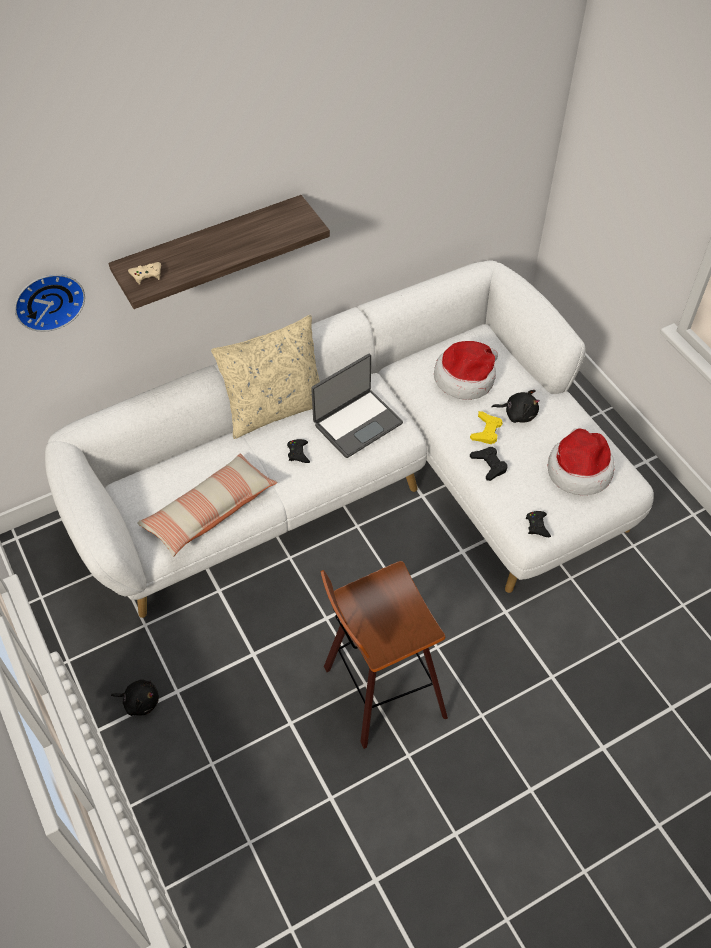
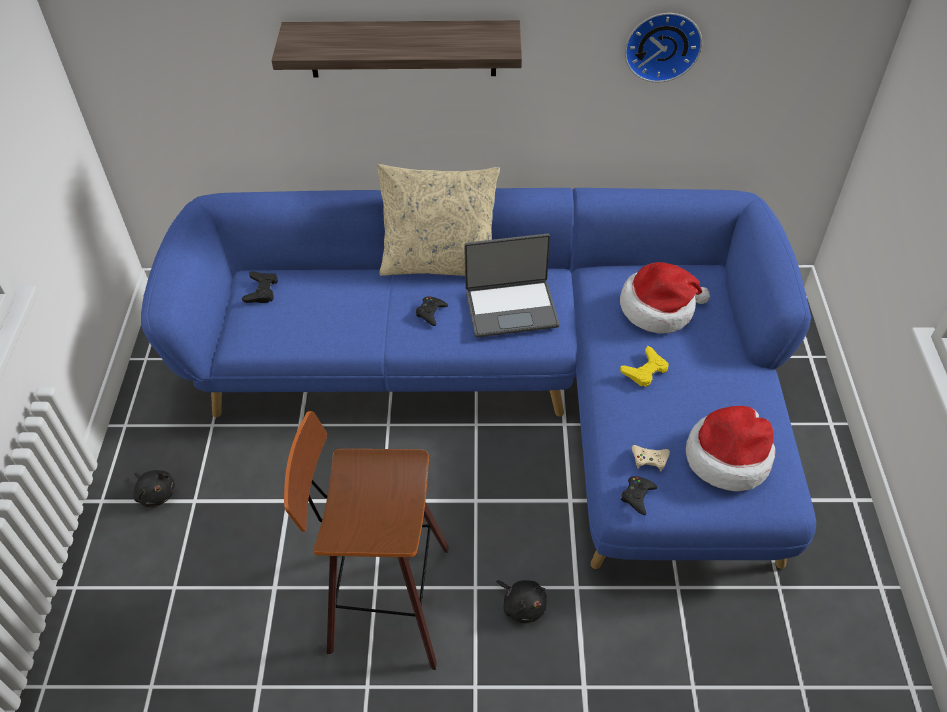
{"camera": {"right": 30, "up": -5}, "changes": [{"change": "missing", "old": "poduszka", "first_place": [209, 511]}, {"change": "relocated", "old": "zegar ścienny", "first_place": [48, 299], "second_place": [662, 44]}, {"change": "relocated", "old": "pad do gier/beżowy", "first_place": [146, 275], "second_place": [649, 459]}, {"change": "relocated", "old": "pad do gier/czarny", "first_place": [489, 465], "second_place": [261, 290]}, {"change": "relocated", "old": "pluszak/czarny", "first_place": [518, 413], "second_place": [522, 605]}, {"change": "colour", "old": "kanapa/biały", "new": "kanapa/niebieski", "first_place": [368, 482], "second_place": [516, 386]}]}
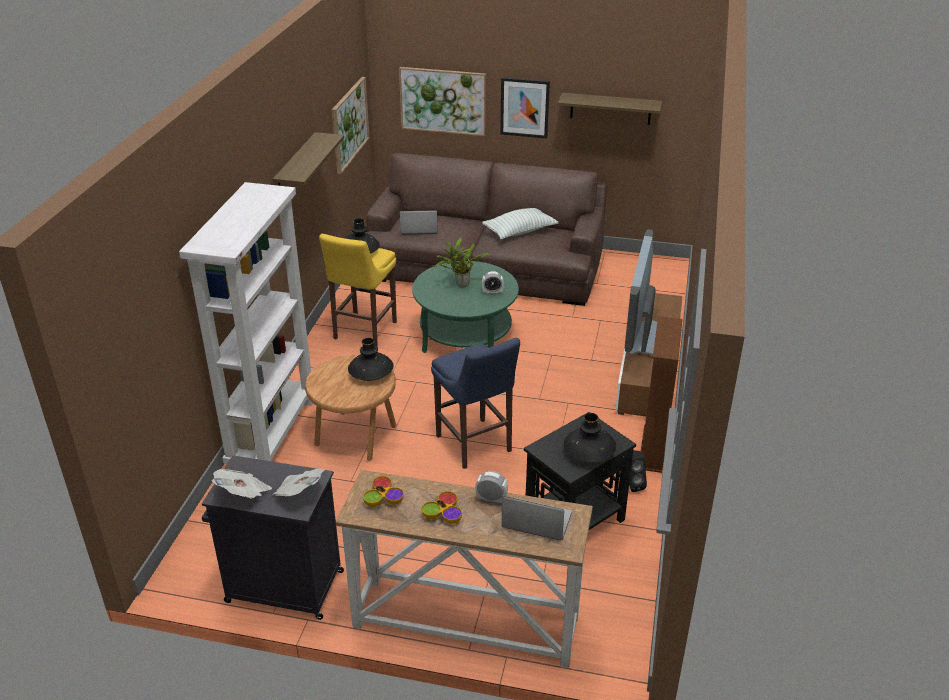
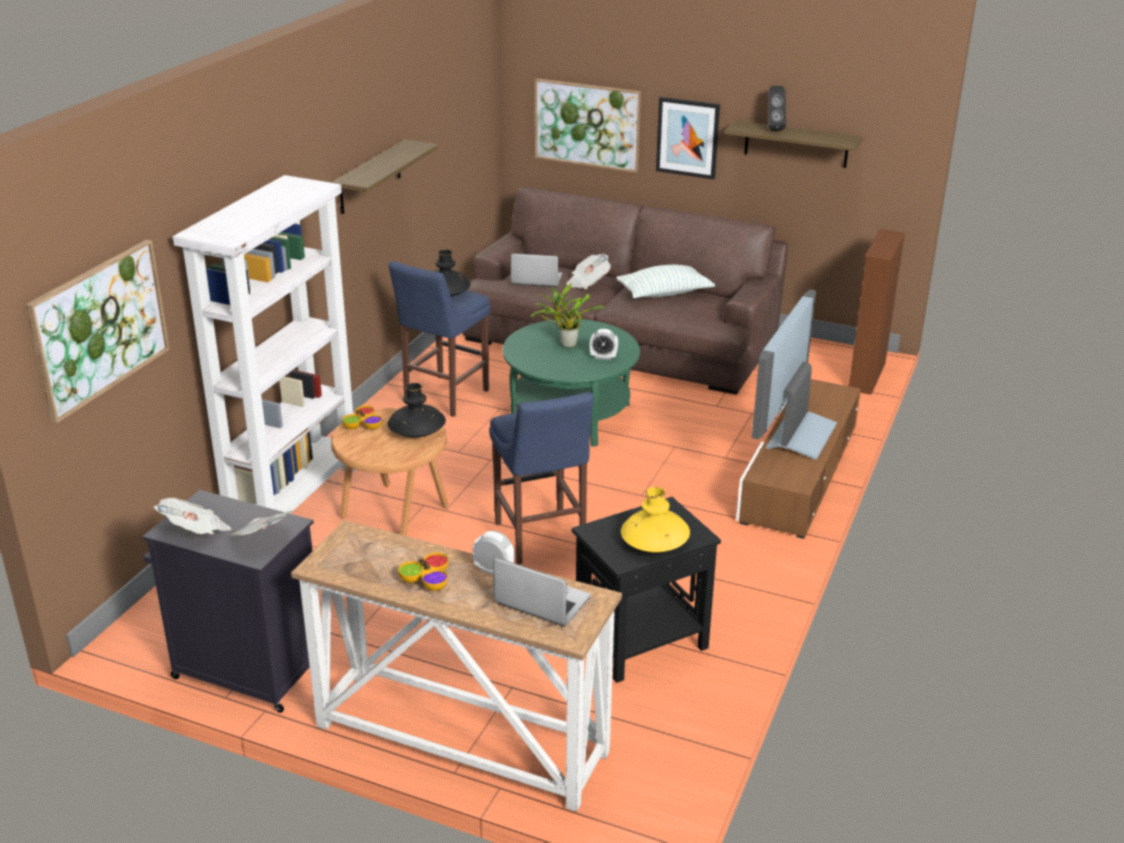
{"camera": {"right": 10, "up": -5}, "changes": [{"change": "appeared", "new": "gazeta", "second_place": [587, 282]}, {"change": "relocated", "old": "obraz", "first_place": [349, 124], "second_place": [99, 327]}, {"change": "relocated", "old": "miska", "first_place": [383, 498], "second_place": [363, 424]}, {"change": "relocated", "old": "głośnik/czarny", "first_place": [632, 484], "second_place": [773, 128]}, {"change": "relocated", "old": "regał/brązowy", "first_place": [653, 448], "second_place": [866, 376]}, {"change": "colour", "old": "stołek/żółty", "new": "stołek/niebieski", "first_place": [363, 332], "second_place": [443, 397]}, {"change": "colour", "old": "wazon/czarny", "new": "wazon/żółty", "first_place": [589, 452], "second_place": [654, 542]}]}
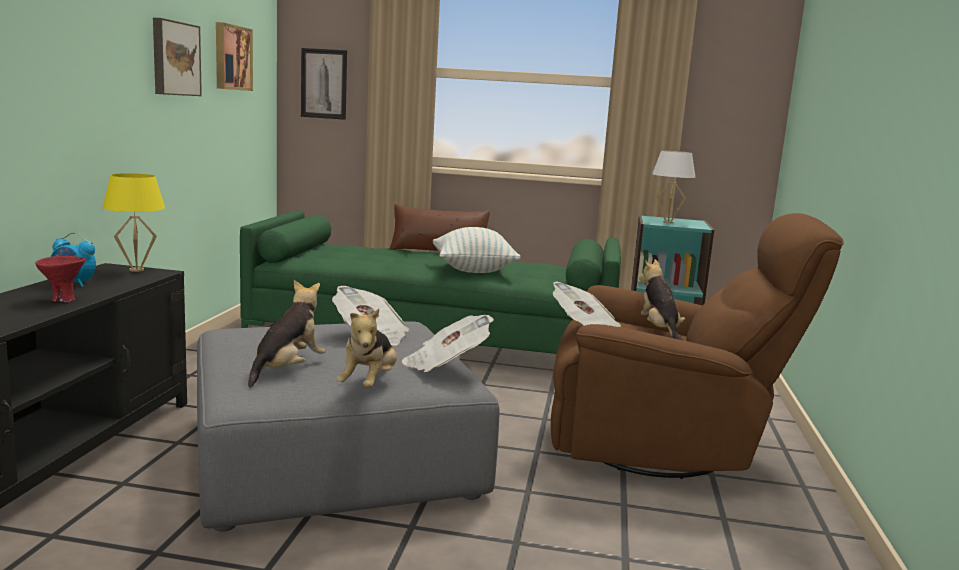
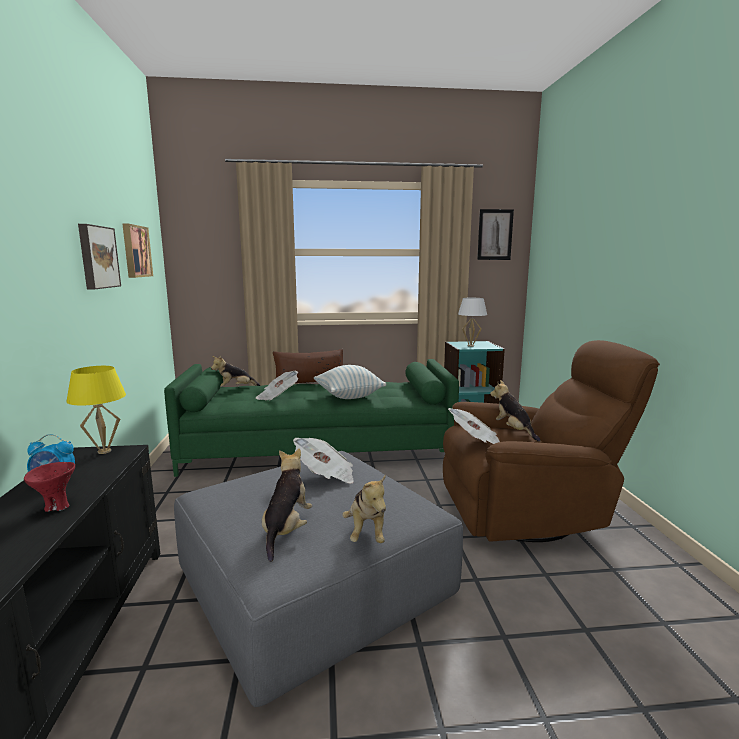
{"camera": {"right": -15, "up": 0}, "changes": [{"change": "appeared", "new": "pluszak", "second_place": [235, 389]}, {"change": "relocated", "old": "obraz", "first_place": [324, 84], "second_place": [495, 234]}, {"change": "relocated", "old": "gazeta", "first_place": [446, 365], "second_place": [277, 397]}]}
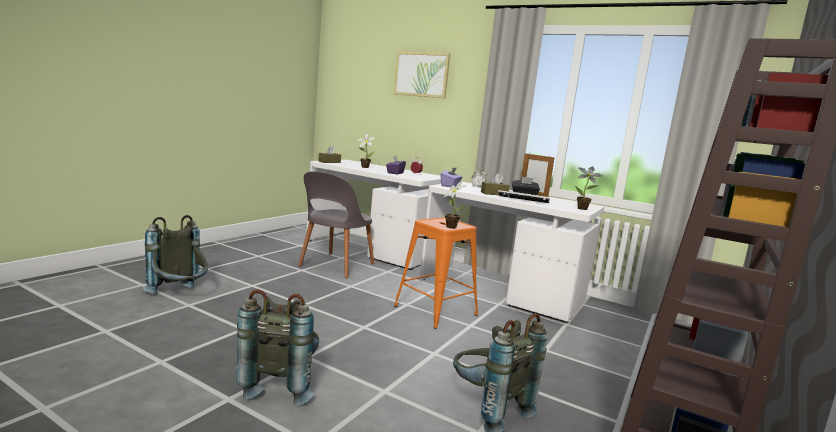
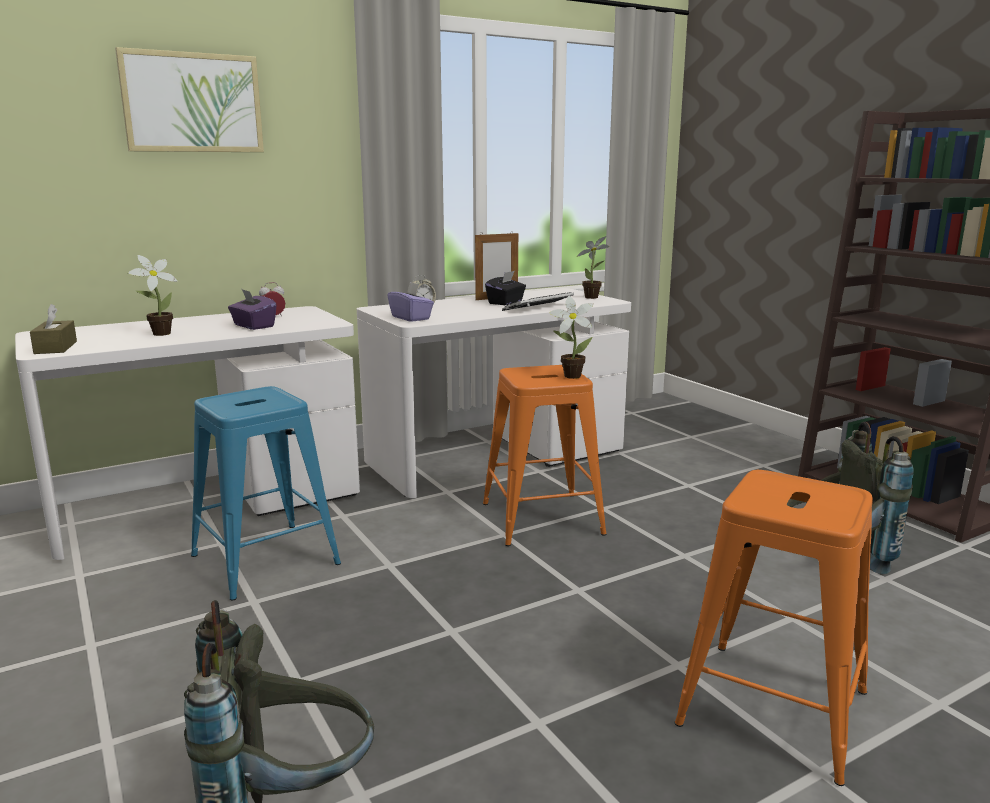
{"camera": {"right": -60, "up": 5}, "changes": [{"change": "missing", "old": "pudełko chusteczek/brązowy", "first_place": [494, 194]}, {"change": "exchanged", "old": "plecak/szary", "new": "stołek/pomarańczowy", "first_place": [280, 384], "second_place": [772, 707]}, {"change": "exchanged", "old": "krzesło/szary", "new": "stołek/niebieski", "first_place": [335, 266], "second_place": [265, 559]}]}
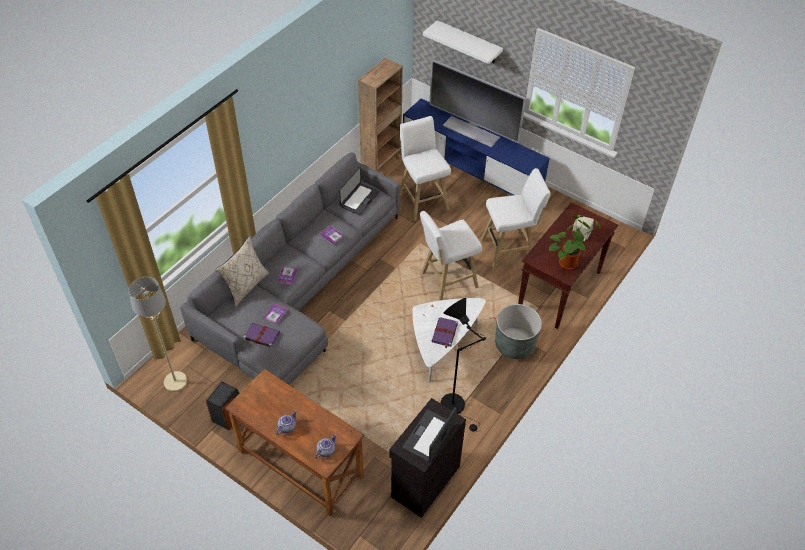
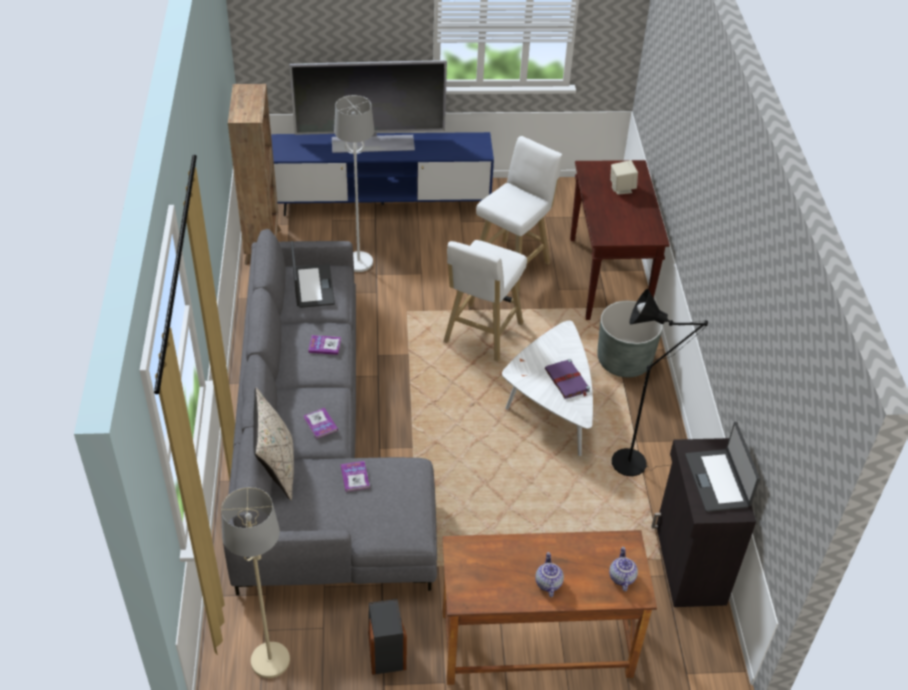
{"camera": {"right": -40, "up": -5}, "changes": [{"change": "missing", "old": "książka/fioletowy", "first_place": [261, 335]}, {"change": "missing", "old": "półka/biały", "first_place": [469, 43]}, {"change": "missing", "old": "roślina doniczkowa", "first_place": [568, 261]}, {"change": "exchanged", "old": "stołek/biały", "new": "lampa stojąca/biały", "first_place": [422, 200], "second_place": [358, 262]}]}
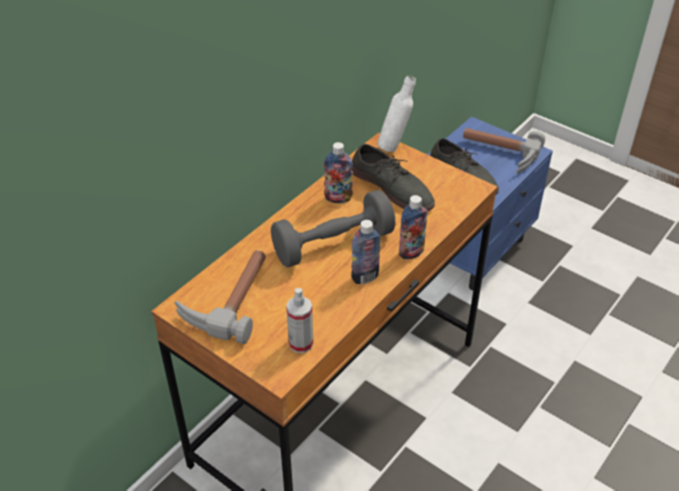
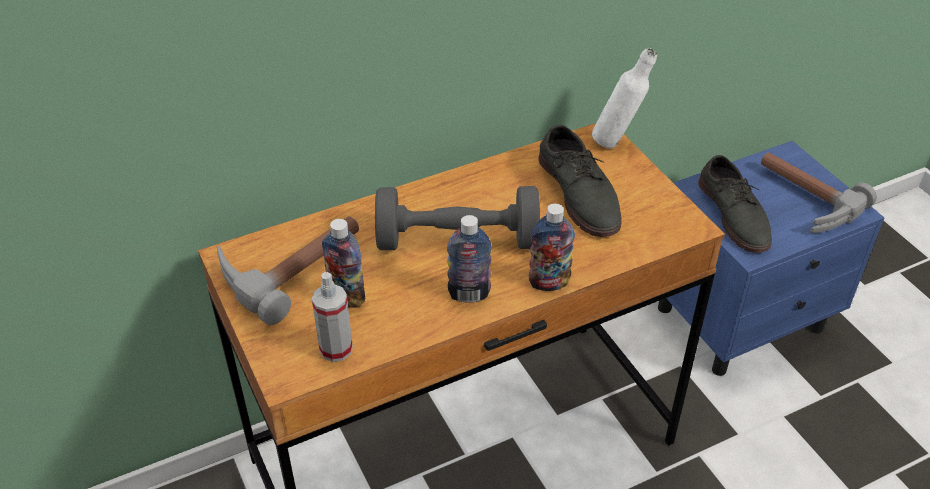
{"camera": {"right": 25, "up": 0}, "changes": [{"change": "relocated", "old": "butelka", "first_place": [338, 198], "second_place": [347, 298]}]}
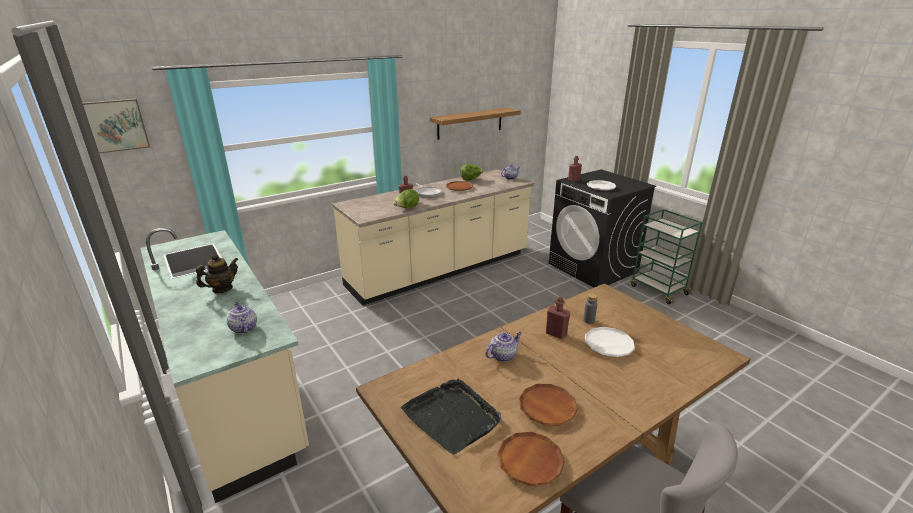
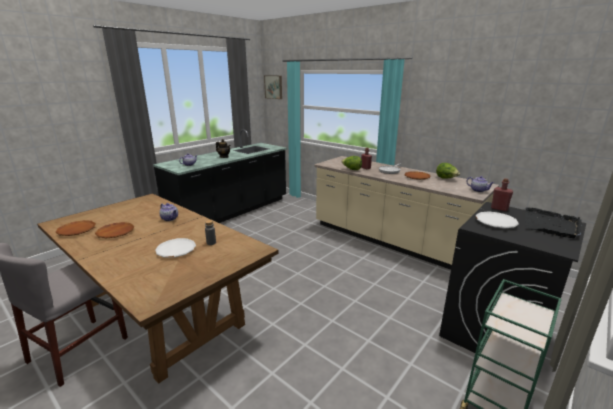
{"camera": {"right": 75, "up": -5}, "changes": [{"change": "missing", "old": "półka", "first_place": [470, 123]}, {"change": "missing", "old": "butelka/czerwony", "first_place": [556, 334]}, {"change": "relocated", "old": "taca/czarny", "first_place": [452, 417], "second_place": [550, 225]}, {"change": "colour", "old": "zabudowa kuchenna/beżowy", "new": "zabudowa kuchenna/czarny", "first_place": [233, 390], "second_place": [231, 212]}]}
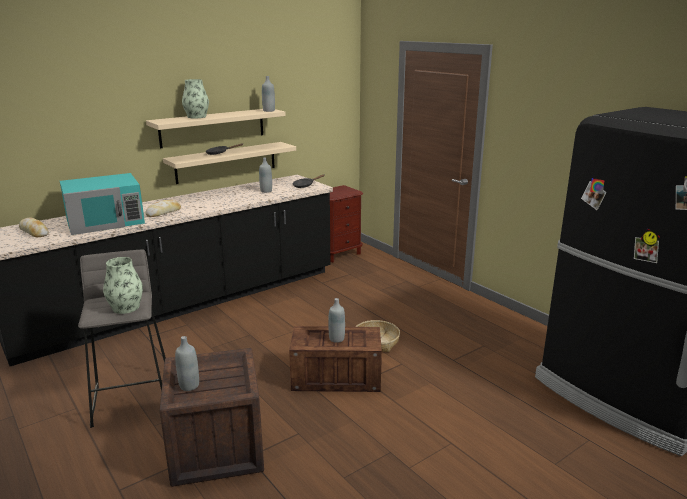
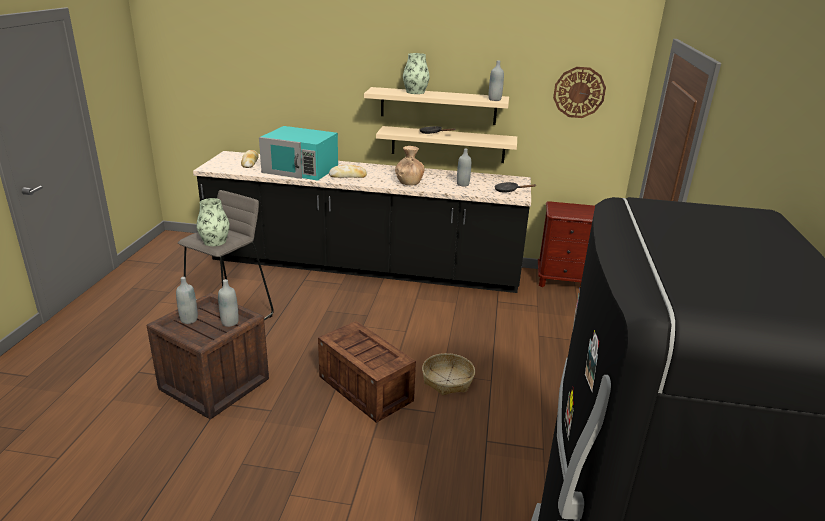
{"camera": {"right": 45, "up": 5}, "changes": [{"change": "appeared", "new": "wazon/brązowy", "second_place": [409, 183]}, {"change": "appeared", "new": "zegar ścienny", "second_place": [579, 92]}, {"change": "relocated", "old": "butelka/szary", "first_place": [336, 339], "second_place": [230, 322]}]}
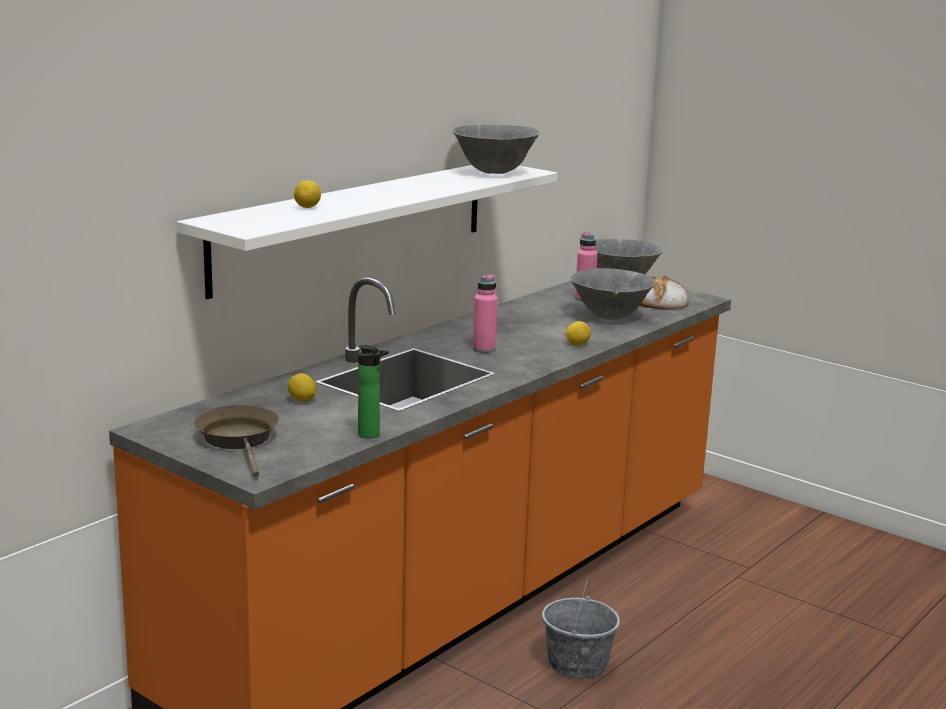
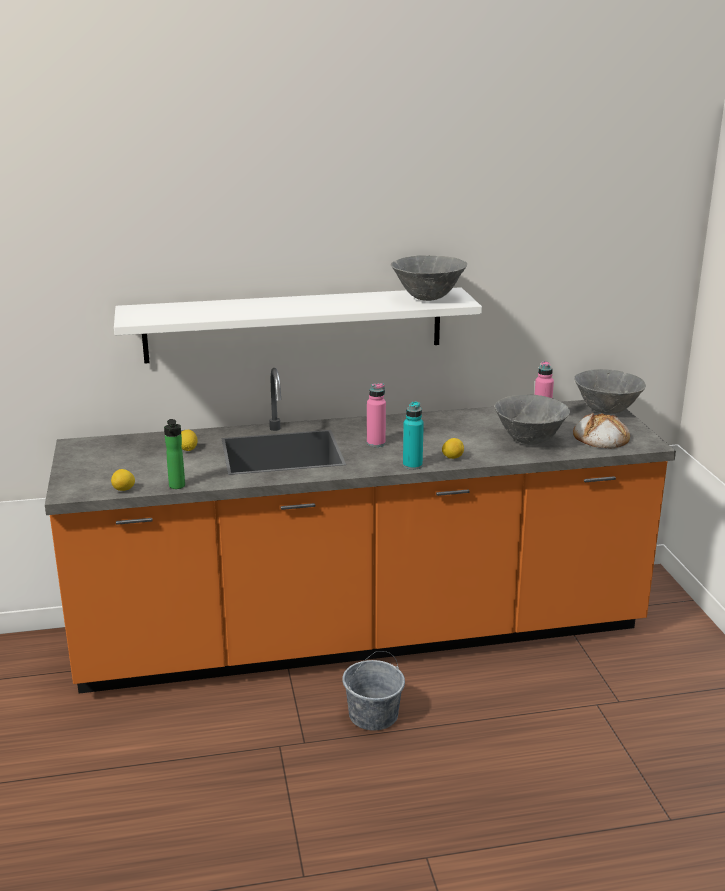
{"camera": {"right": 40, "up": 5}, "changes": [{"change": "missing", "old": "patelnia/brązowy", "first_place": [239, 440]}, {"change": "appeared", "new": "butelka/turkusowy", "second_place": [412, 465]}, {"change": "relocated", "old": "cytryna", "first_place": [307, 207], "second_place": [124, 490]}]}
